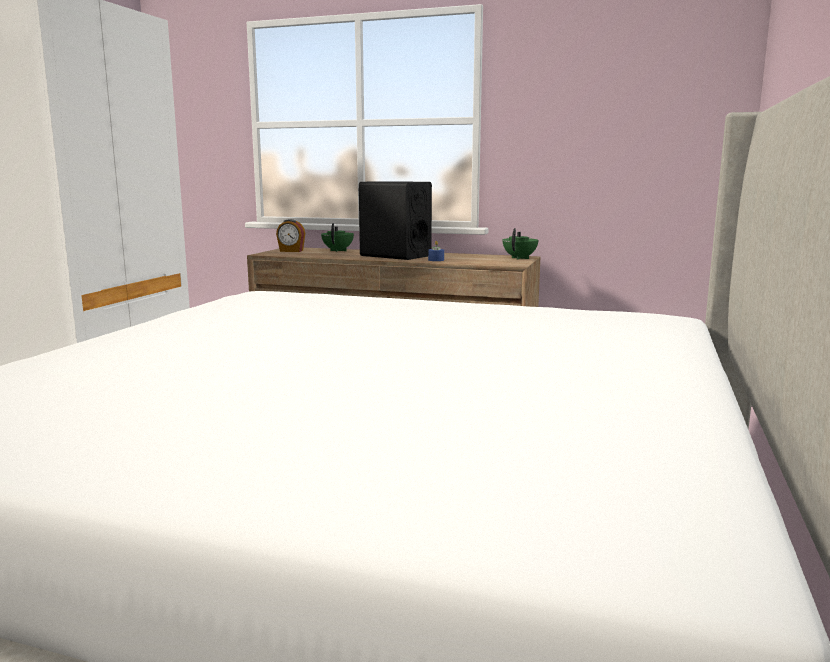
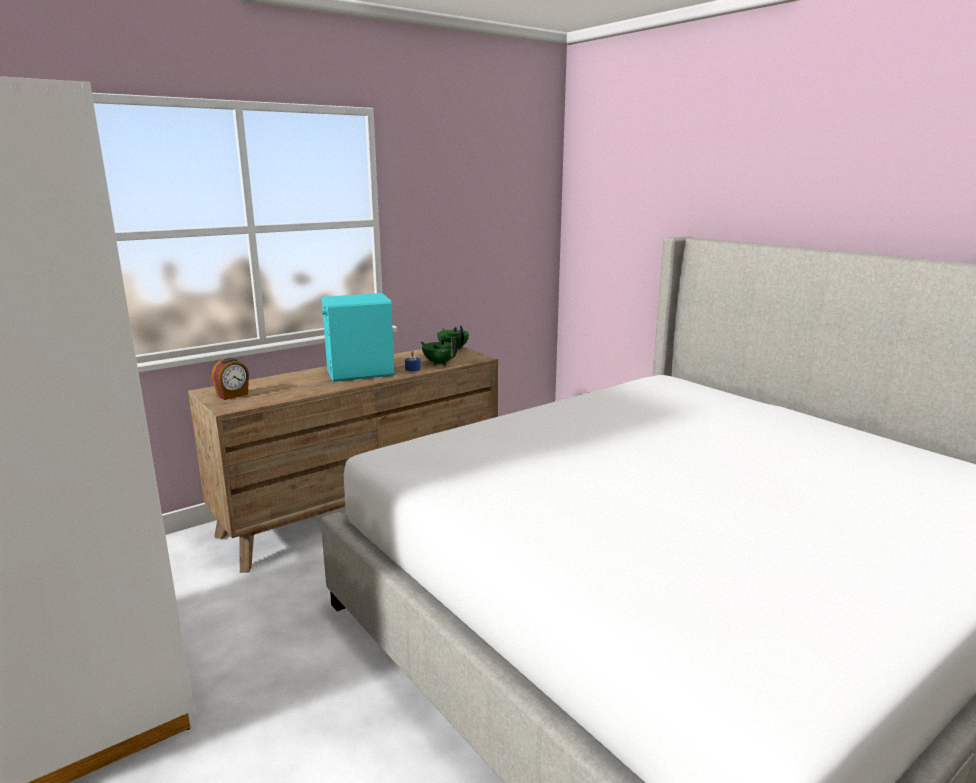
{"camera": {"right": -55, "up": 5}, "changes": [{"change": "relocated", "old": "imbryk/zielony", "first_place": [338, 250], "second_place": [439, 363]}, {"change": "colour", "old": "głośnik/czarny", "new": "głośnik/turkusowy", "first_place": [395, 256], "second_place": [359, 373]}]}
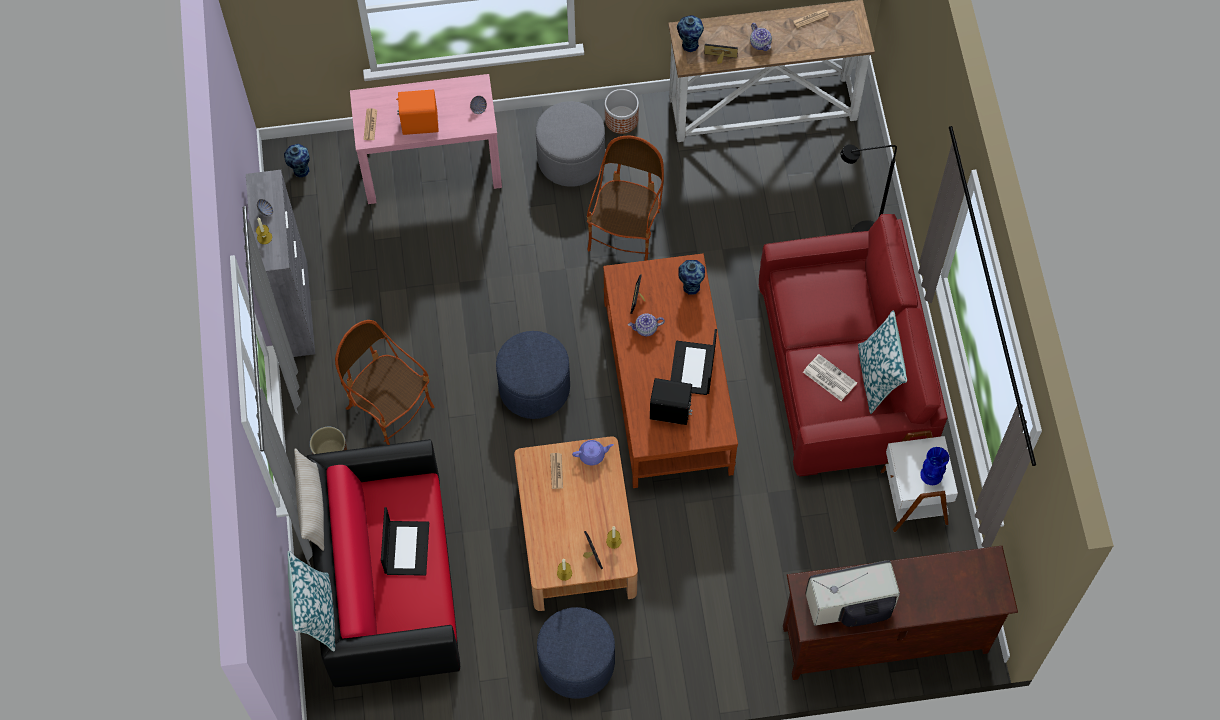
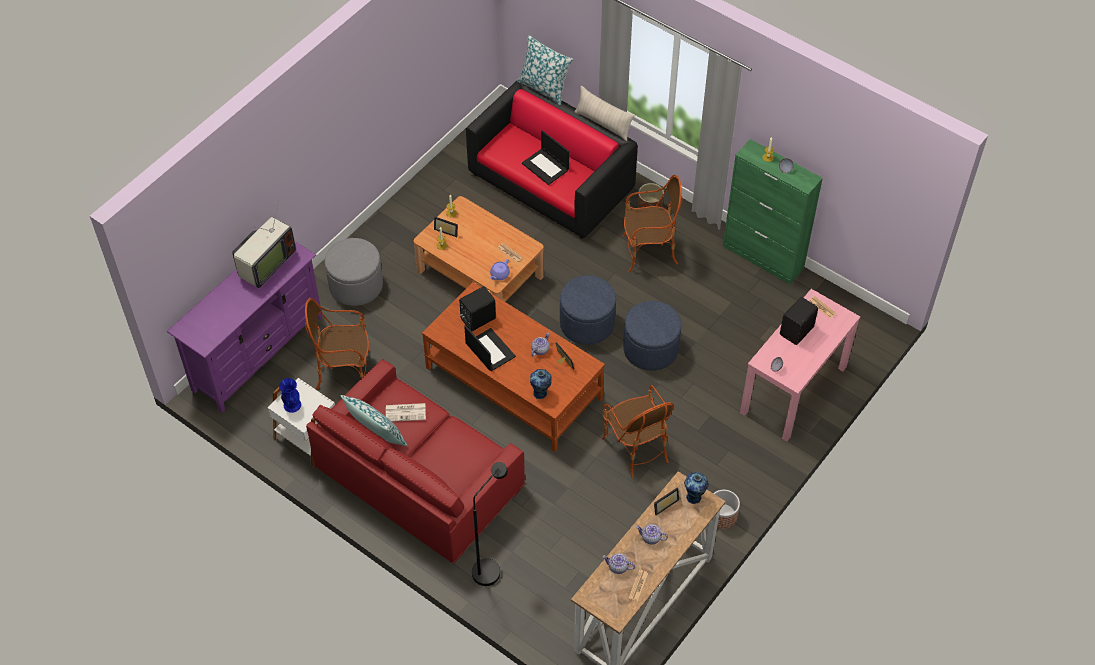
{"camera": {"right": 135, "up": -10}, "changes": [{"change": "missing", "old": "wazon", "first_place": [300, 171]}, {"change": "appeared", "new": "fotel", "second_place": [344, 371]}, {"change": "appeared", "new": "imbryk", "second_place": [618, 567]}, {"change": "relocated", "old": "pufa/szary", "first_place": [571, 159], "second_place": [356, 285]}, {"change": "relocated", "old": "pufa/niebieski", "first_place": [576, 662], "second_place": [650, 349]}, {"change": "colour", "old": "szafka/szary", "new": "szafka/zielony", "first_place": [294, 308], "second_place": [763, 257]}, {"change": "colour", "old": "głośnik/pomarańczowy", "new": "głośnik/czarny", "first_place": [419, 123], "second_place": [797, 331]}, {"change": "colour", "old": "szafka pod telewizor/brązowy", "new": "szafka pod telewizor/fioletowy", "first_place": [884, 640], "second_place": [257, 353]}]}
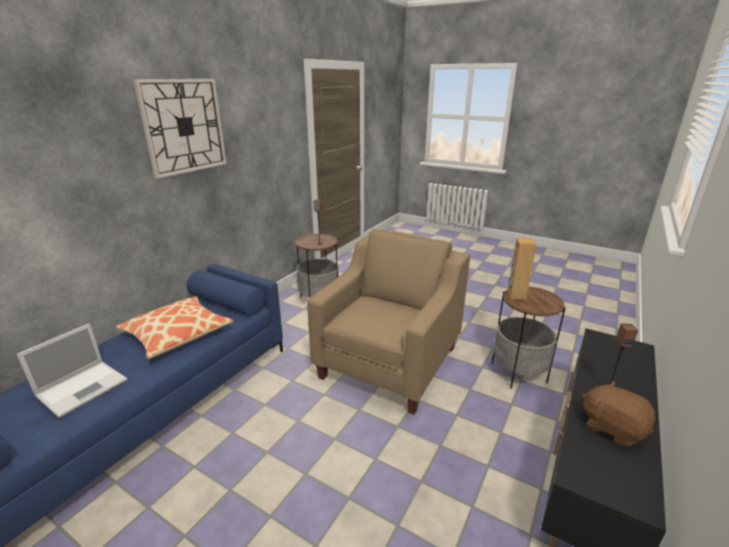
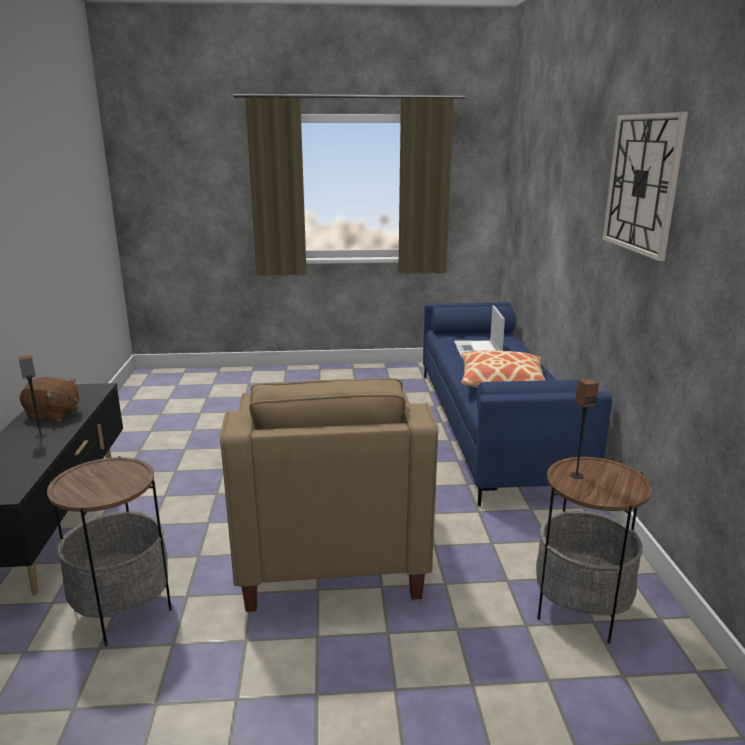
{"camera": {"right": 145, "up": -5}, "changes": [{"change": "missing", "old": "głośnik/brązowy", "first_place": [516, 295]}]}
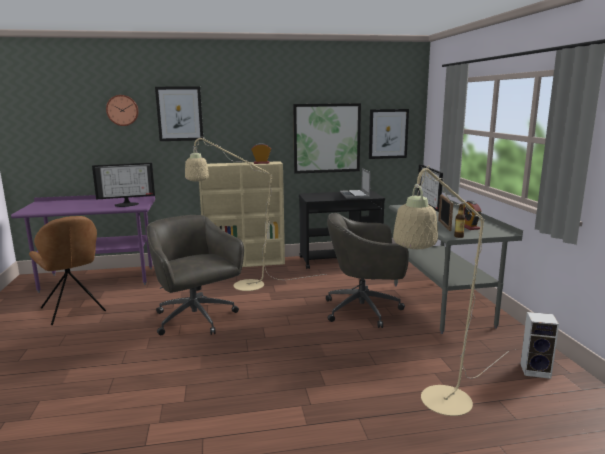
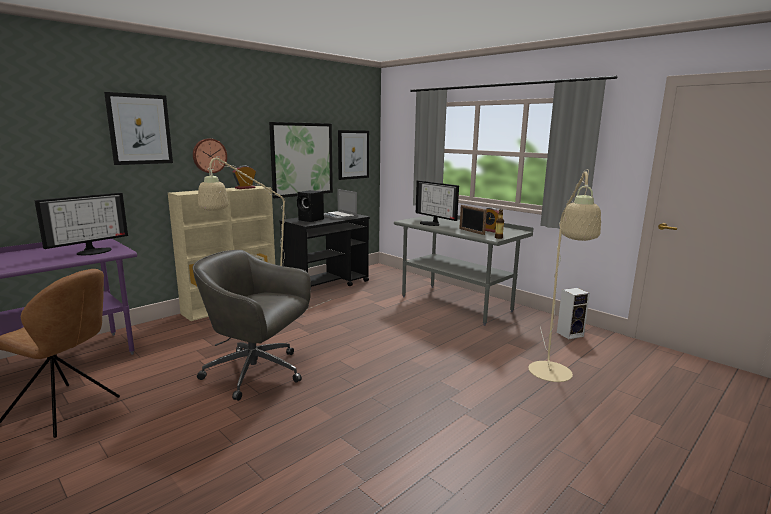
{"camera": {"right": -35, "up": 0}, "changes": [{"change": "missing", "old": "krzesło biurowe/szary", "first_place": [364, 310]}, {"change": "appeared", "new": "głośnik/czarny", "second_place": [311, 220]}, {"change": "relocated", "old": "zegar ścienny", "first_place": [122, 110], "second_place": [209, 155]}]}
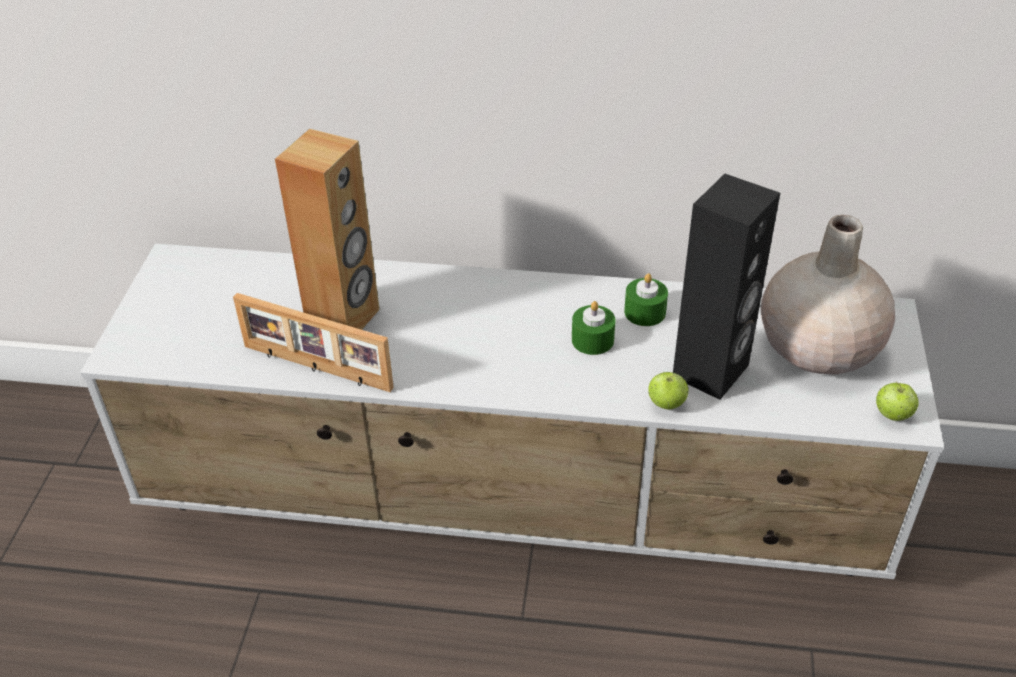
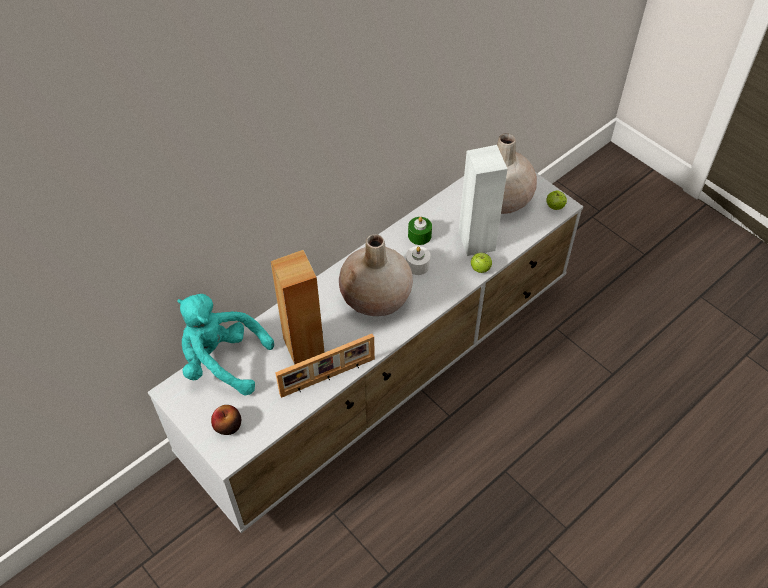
{"camera": {"right": -50, "up": 10}, "changes": [{"change": "appeared", "new": "pluszak/turkusowy", "second_place": [222, 362]}, {"change": "appeared", "new": "jabłko", "second_place": [228, 425]}, {"change": "appeared", "new": "wazon/beżowy", "second_place": [376, 298]}, {"change": "colour", "old": "świeca/zielony", "new": "świeca/biały", "first_place": [592, 340], "second_place": [417, 265]}, {"change": "colour", "old": "głośnik/czarny", "new": "głośnik/biały", "first_place": [711, 371], "second_place": [477, 241]}]}
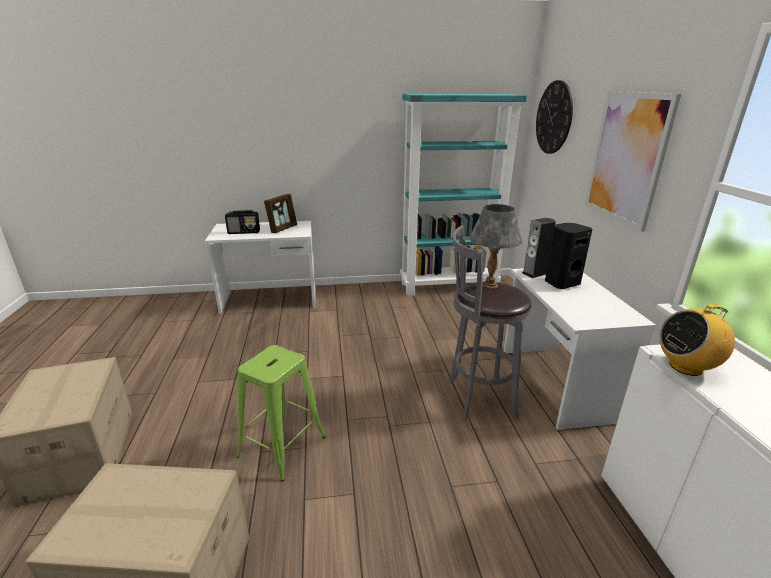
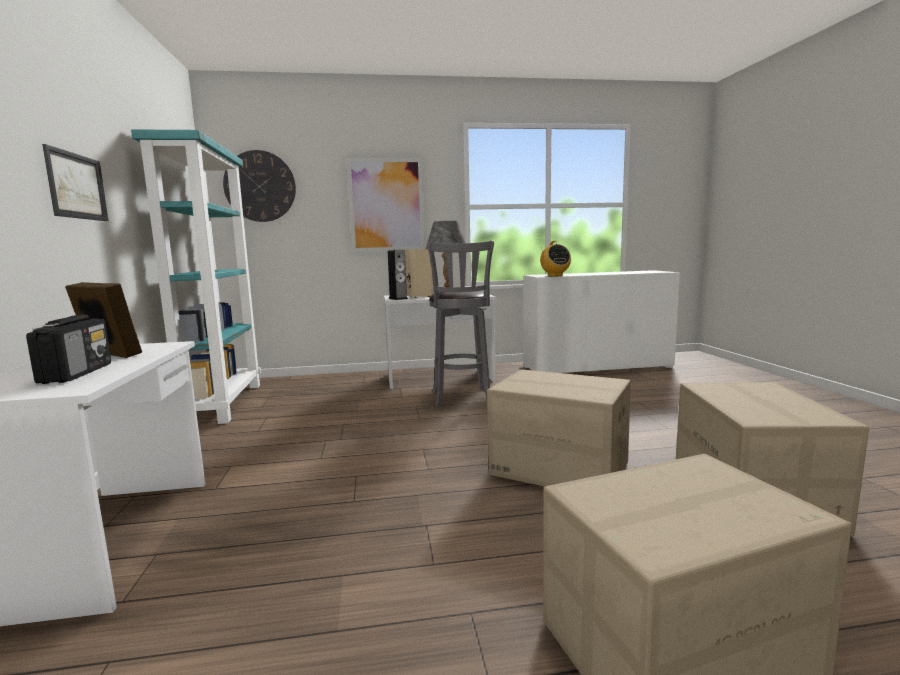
{"camera": {"right": -90, "up": -15}, "changes": [{"change": "appeared", "new": "obraz", "second_place": [77, 186]}, {"change": "exchanged", "old": "stołek/zielony", "new": "karton", "first_place": [281, 447], "second_place": [558, 469]}, {"change": "colour", "old": "głośnik/czarny", "new": "głośnik/beżowy", "first_place": [561, 283], "second_place": [419, 296]}]}
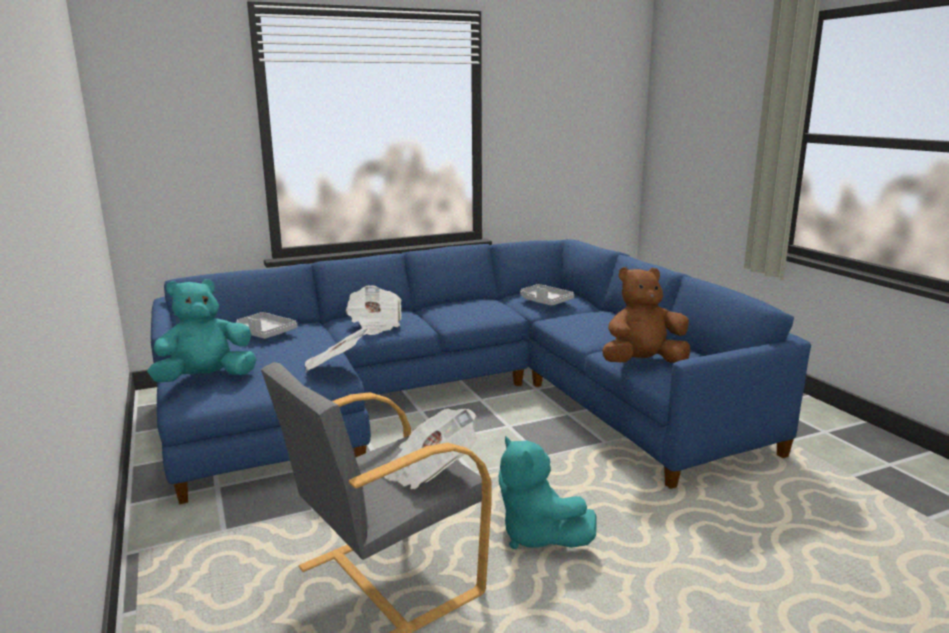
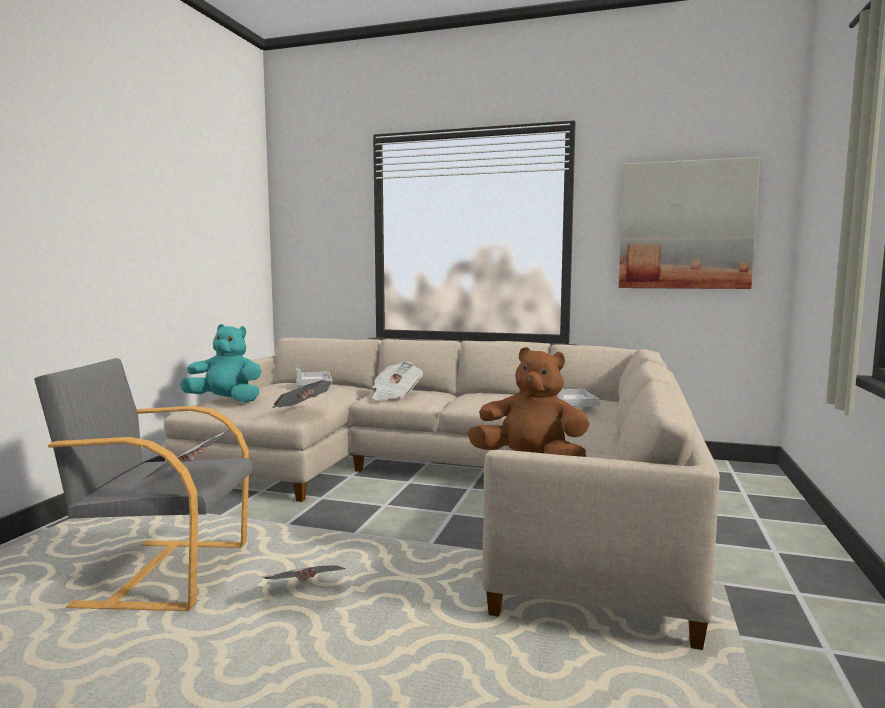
{"camera": {"right": 40, "up": -10}, "changes": [{"change": "appeared", "new": "obraz", "second_place": [685, 225]}, {"change": "exchanged", "old": "pluszak/turkusowy", "new": "gazeta", "first_place": [537, 536], "second_place": [304, 594]}, {"change": "colour", "old": "kanapa/niebieski", "new": "kanapa/beżowy", "first_place": [457, 400], "second_place": [450, 483]}]}
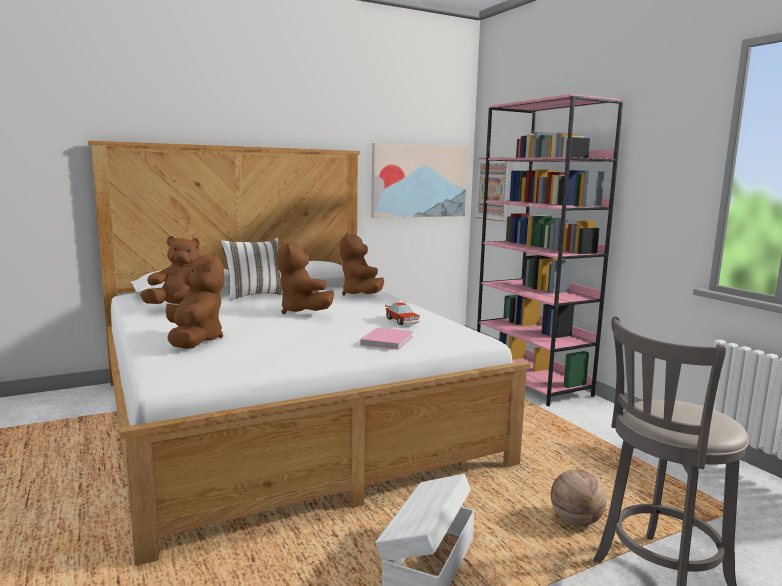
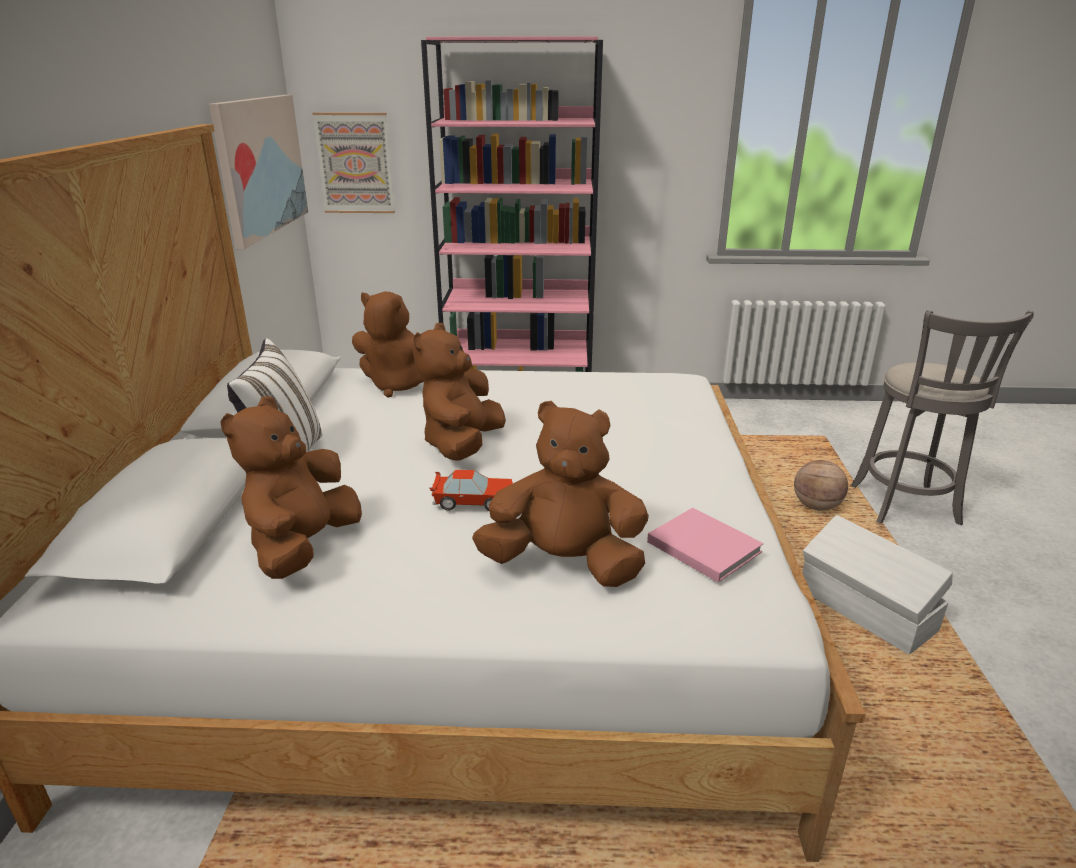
{"camera": {"right": -60, "up": 15}, "changes": [{"change": "relocated", "old": "książka/różowy", "first_place": [388, 340], "second_place": [701, 545]}, {"change": "relocated", "old": "samochodzik", "first_place": [402, 321], "second_place": [474, 502]}, {"change": "spun", "old": "pluszak/brązowy", "first_place": [303, 312], "second_place": [462, 445], "degrees": 105}]}
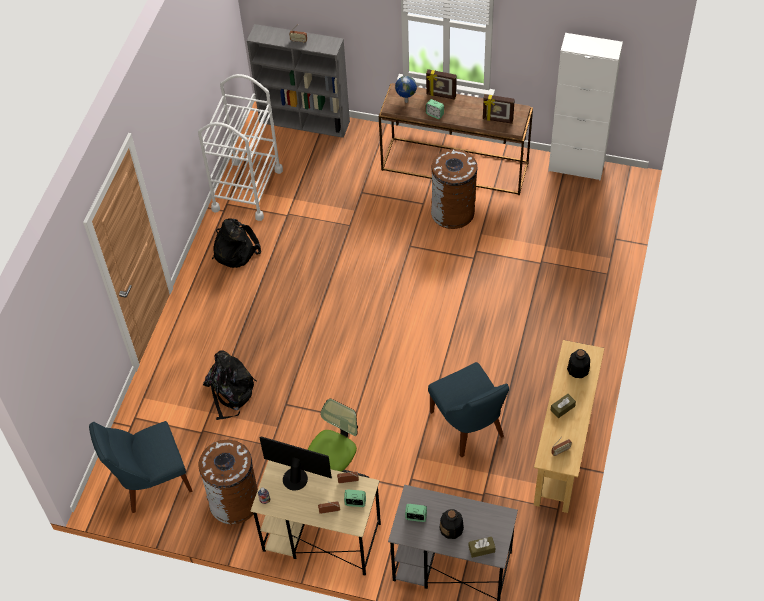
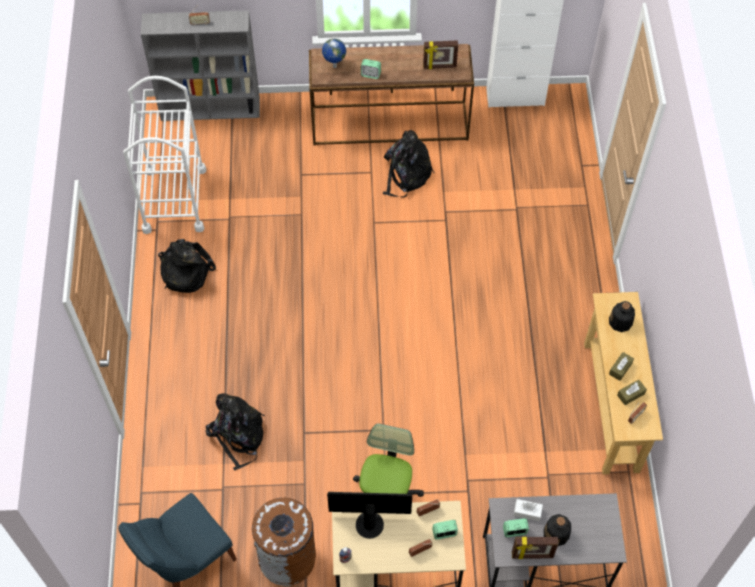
{"camera": {"right": -20, "up": 5}, "changes": [{"change": "missing", "old": "krzesło/niebieski", "first_place": [469, 426]}, {"change": "appeared", "new": "pudełko chusteczek/biały", "second_place": [527, 512]}, {"change": "relocated", "old": "ramka na zdjęcie", "first_place": [441, 95], "second_place": [532, 555]}, {"change": "relocated", "old": "pudełko chusteczek/brązowy", "first_place": [481, 549], "second_place": [630, 394]}, {"change": "exchanged", "old": "kosz na śmieci/brązowy", "new": "plecak/czarny", "first_place": [453, 212], "second_place": [406, 174]}]}
